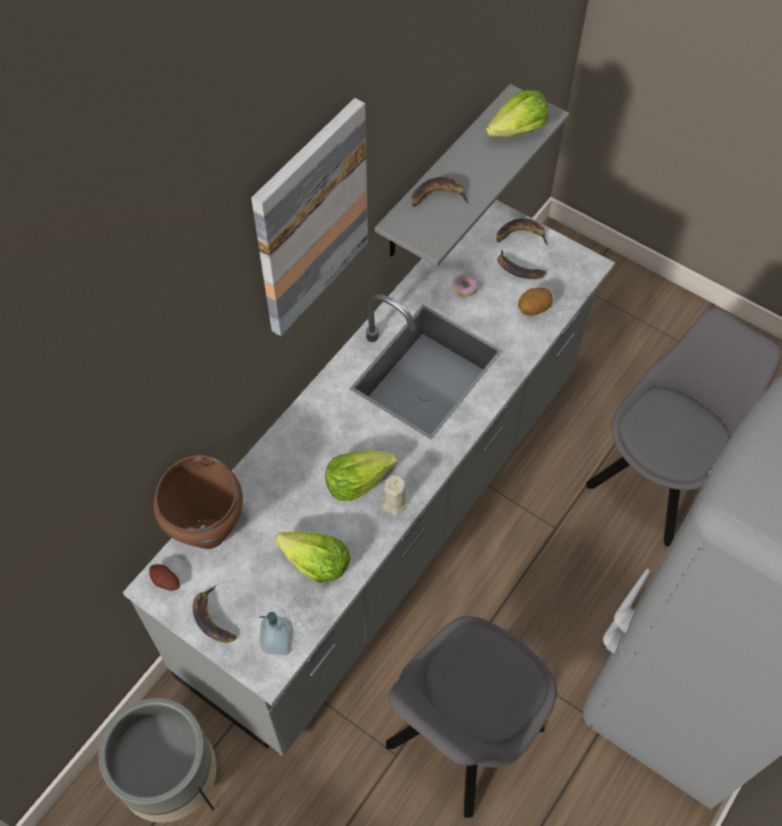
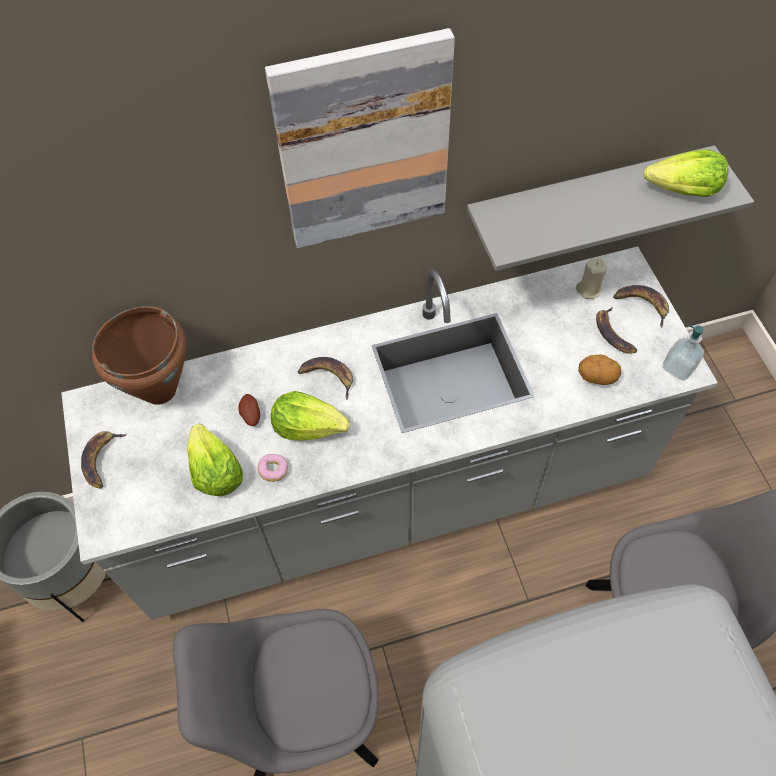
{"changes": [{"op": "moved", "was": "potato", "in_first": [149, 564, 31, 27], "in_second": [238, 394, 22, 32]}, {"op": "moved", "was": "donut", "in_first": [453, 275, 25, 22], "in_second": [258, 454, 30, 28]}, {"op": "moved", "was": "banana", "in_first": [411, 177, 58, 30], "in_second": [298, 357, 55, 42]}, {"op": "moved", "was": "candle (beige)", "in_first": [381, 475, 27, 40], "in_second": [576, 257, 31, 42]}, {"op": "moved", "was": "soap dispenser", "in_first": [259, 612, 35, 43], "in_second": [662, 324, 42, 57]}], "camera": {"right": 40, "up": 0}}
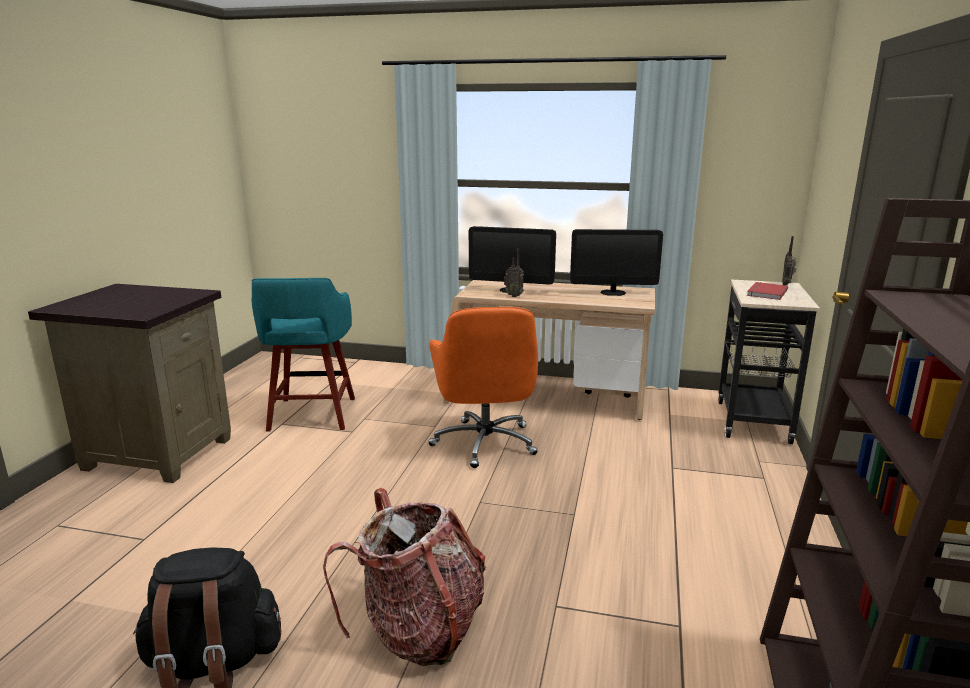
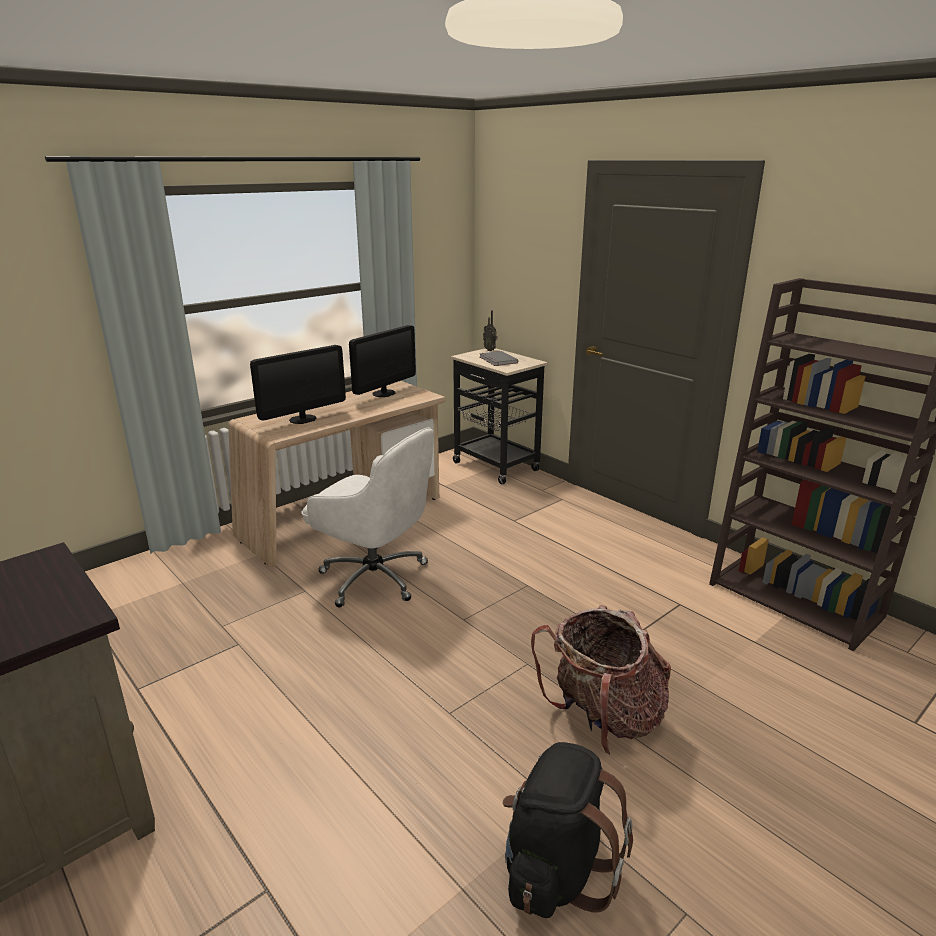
{"changes": [{"op": "recoloured", "was": "office chair (orange)", "now": "office chair (white)", "in_first": [428, 307, 110, 161], "in_second": [301, 427, 133, 180]}, {"op": "recoloured", "was": "book (red)", "now": "book (grey)", "in_first": [747, 282, 41, 18], "in_second": [479, 351, 39, 15]}, {"op": "removed", "was": "stool (turquoise)", "in_first": [252, 278, 103, 154]}, {"op": "removed", "was": "radio", "in_first": [504, 249, 20, 48]}], "camera": {"right": -55, "up": 5}}
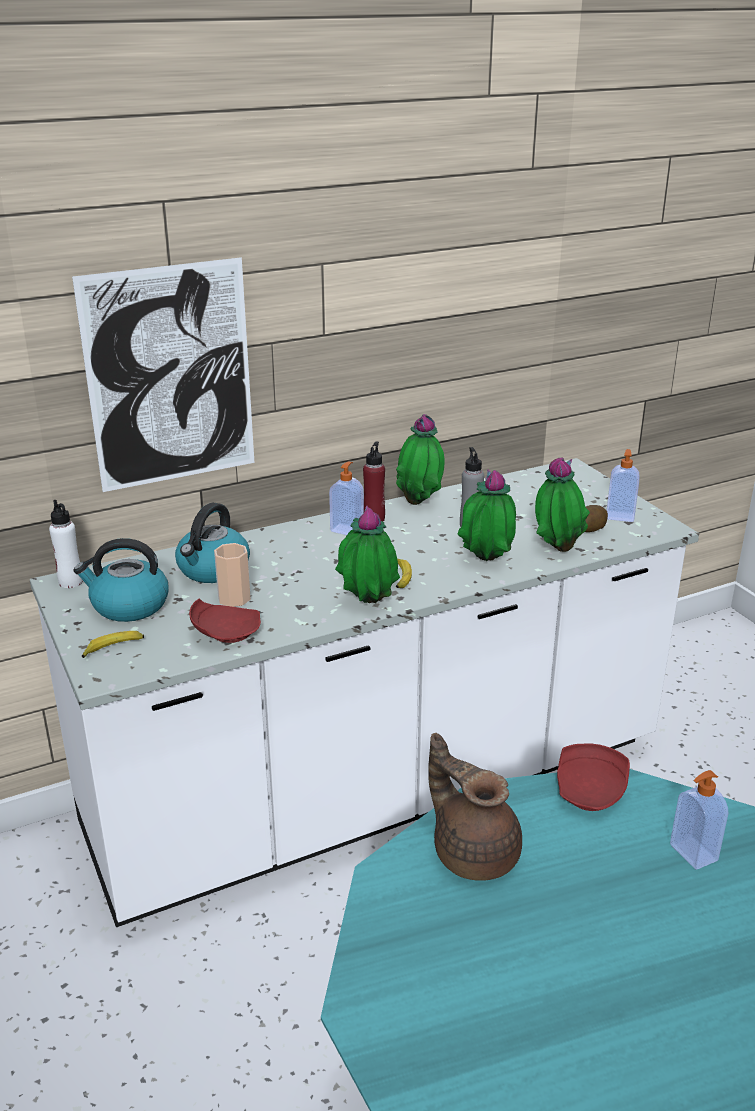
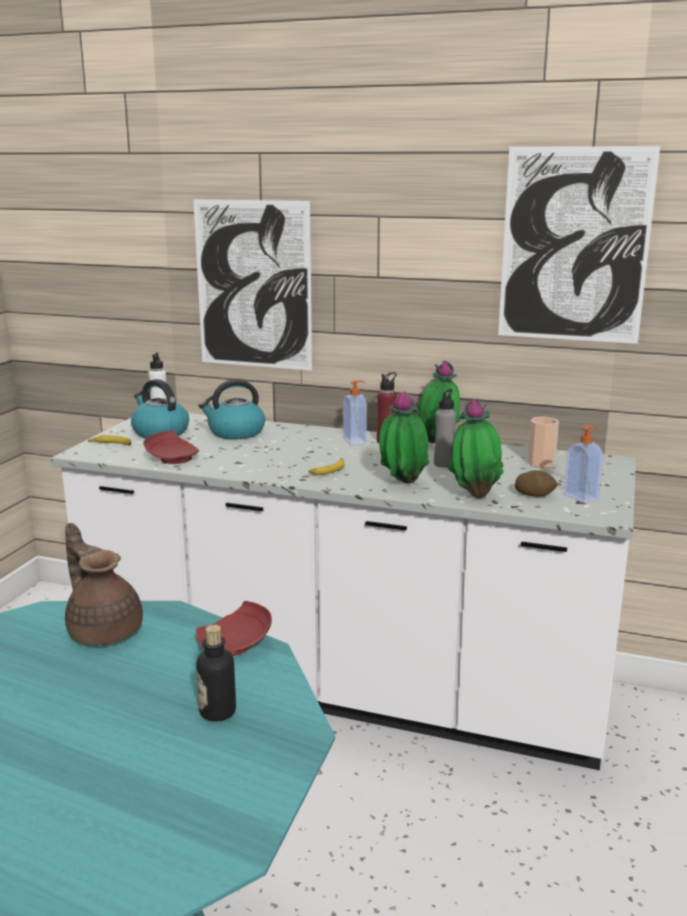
{"changes": [{"op": "turned", "was": "teapot (brown)", "in_first": [428, 733, 94, 148], "in_second": [65, 523, 78, 122], "clockwise": -45}, {"op": "replaced", "was": "soap dispenser", "now": "bottle", "in_first": [670, 770, 58, 100], "in_second": [196, 625, 40, 97]}, {"op": "added", "now": "picture", "in_second": [498, 146, 162, 198]}, {"op": "moved", "was": "cup", "in_first": [214, 543, 37, 64], "in_second": [527, 417, 32, 51]}, {"op": "removed", "was": "potted plant", "in_first": [335, 506, 65, 97]}], "camera": {"right": 45, "up": -10}}
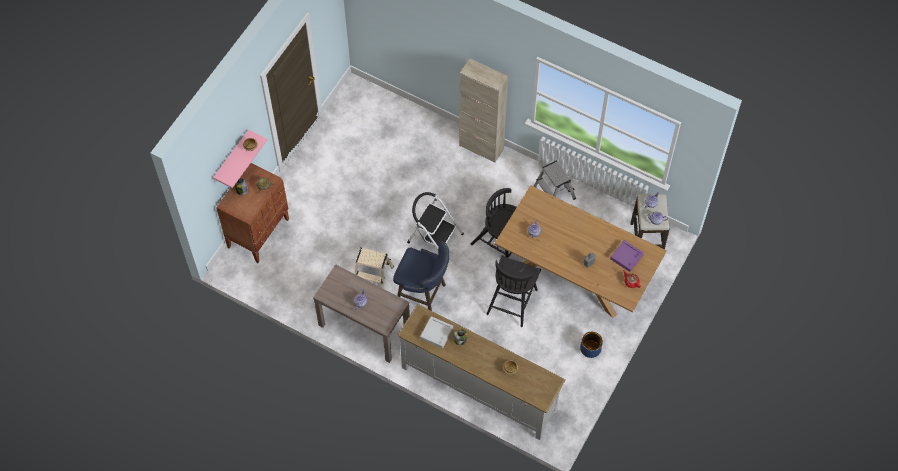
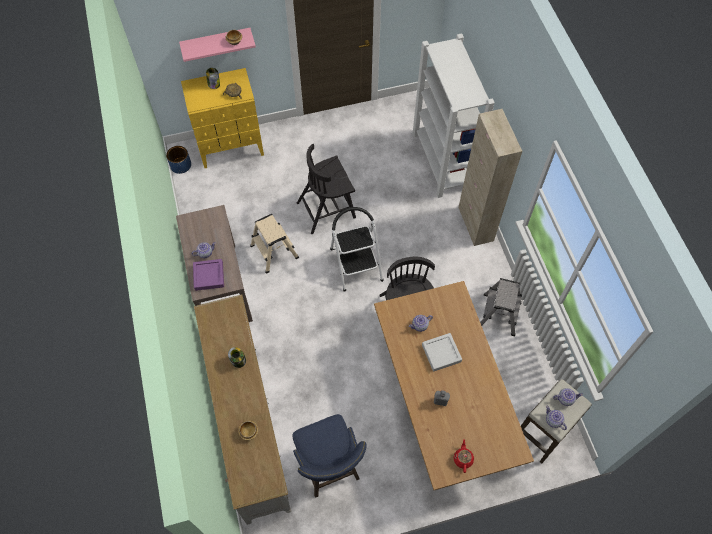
{"changes": [{"op": "moved", "was": "planter (blue)", "in_first": [580, 332, 23, 26], "in_second": [166, 146, 25, 28]}, {"op": "recoloured", "was": "dresser (brown)", "now": "dresser (yellow)", "in_first": [216, 163, 73, 100], "in_second": [181, 68, 83, 100]}, {"op": "moved", "was": "tray (purple)", "in_first": [610, 240, 34, 32], "in_second": [193, 259, 31, 32]}, {"op": "moved", "was": "stool (blue)", "in_first": [393, 241, 56, 70], "in_second": [292, 414, 75, 84]}, {"op": "moved", "was": "chair (black)", "in_first": [487, 255, 54, 72], "in_second": [296, 144, 60, 90]}, {"op": "added", "now": "bookcase (white)", "in_second": [413, 33, 82, 165]}, {"op": "moved", "was": "tray (grey)", "in_first": [420, 316, 33, 33], "in_second": [422, 333, 40, 39]}], "camera": {"right": 45, "up": 0}}
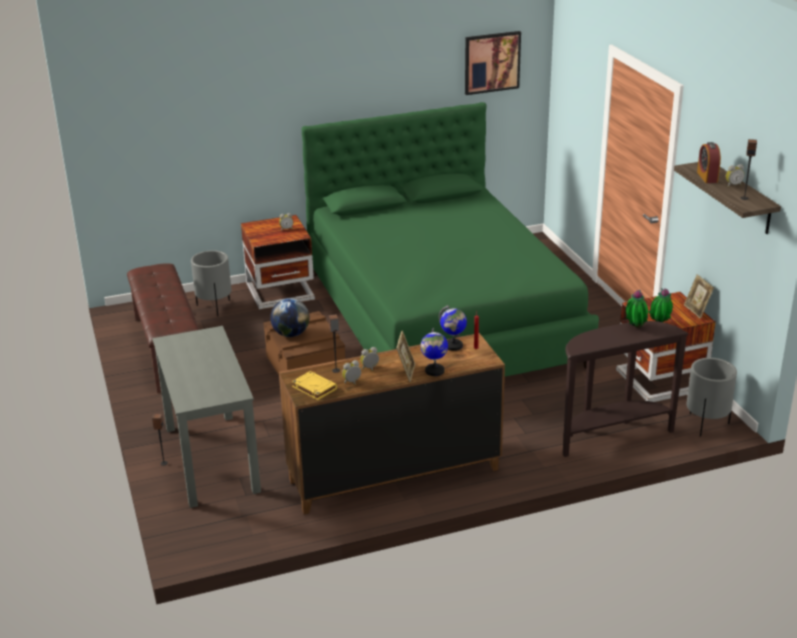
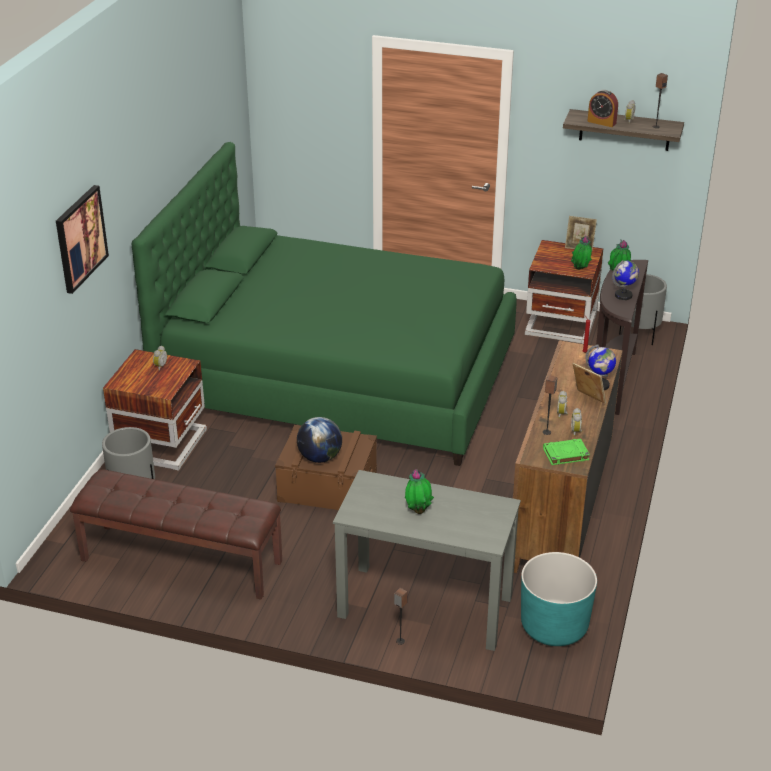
{"changes": [{"op": "moved", "was": "picture", "in_first": [465, 31, 56, 64], "in_second": [56, 185, 53, 109]}, {"op": "added", "now": "potted plant", "in_second": [405, 469, 29, 45]}, {"op": "added", "now": "planter (turquoise)", "in_second": [521, 552, 76, 94]}, {"op": "recoloured", "was": "book (yellow)", "now": "book (green)", "in_first": [292, 371, 45, 29], "in_second": [543, 439, 47, 26]}, {"op": "moved", "was": "globe", "in_first": [439, 305, 28, 46], "in_second": [612, 260, 27, 40]}], "camera": {"right": -55, "up": 5}}
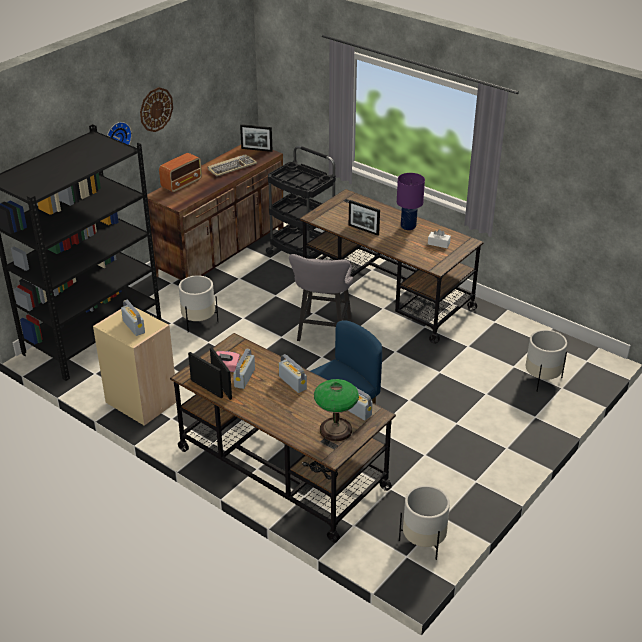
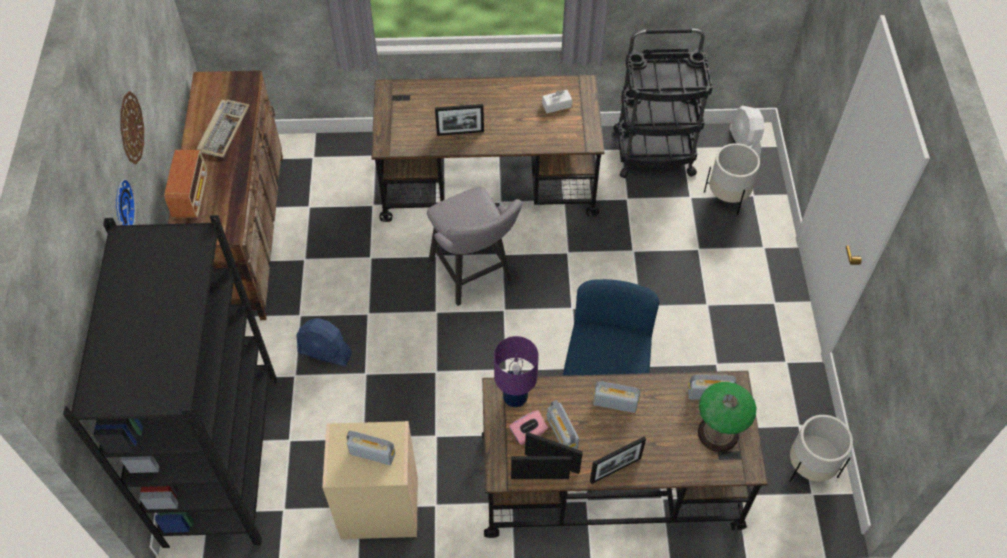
{"changes": [{"op": "replaced", "was": "planter (white)", "now": "fan (blue)", "in_first": [179, 275, 39, 58], "in_second": [296, 318, 56, 48]}, {"op": "moved", "was": "table lamp (purple)", "in_first": [397, 173, 28, 57], "in_second": [494, 336, 45, 71]}, {"op": "moved", "was": "picture frame", "in_first": [240, 124, 32, 28], "in_second": [590, 437, 56, 47]}, {"op": "moved", "was": "cart (black)", "in_first": [266, 146, 70, 113], "in_second": [614, 28, 99, 150]}, {"op": "added", "now": "fan (white)", "in_second": [729, 106, 35, 52]}], "camera": {"right": -40, "up": 20}}
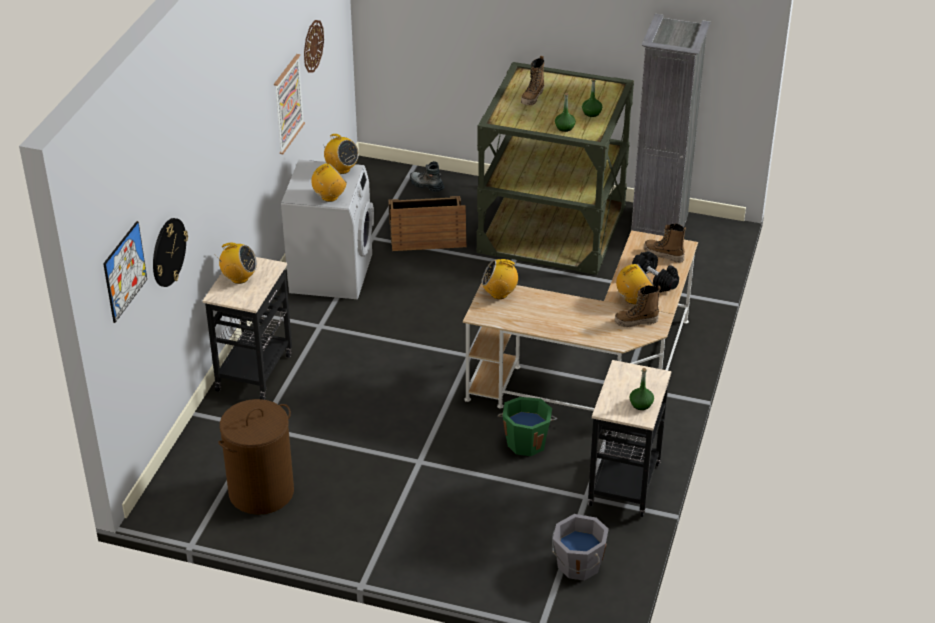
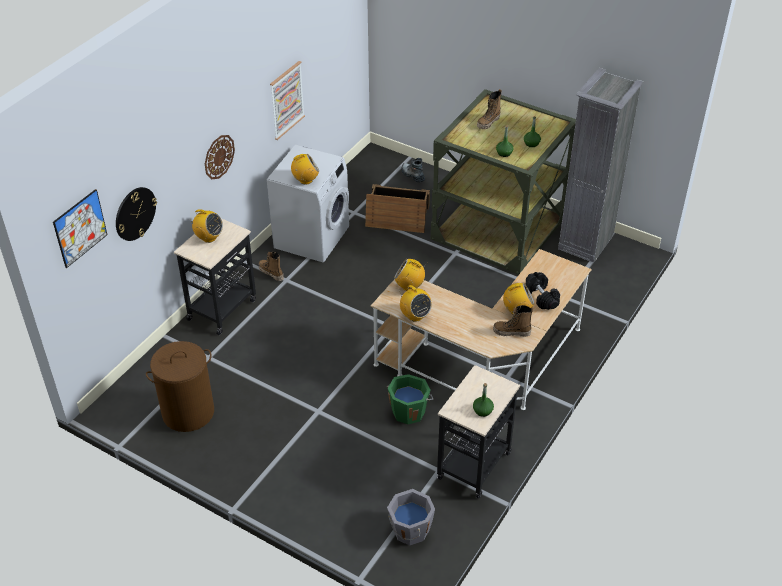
{"changes": [{"op": "moved", "was": "wall clock", "in_first": [304, 20, 20, 53], "in_second": [205, 135, 30, 44]}, {"op": "moved", "was": "boot", "in_first": [644, 224, 42, 39], "in_second": [259, 252, 25, 29]}, {"op": "moved", "was": "radio", "in_first": [324, 134, 35, 40], "in_second": [399, 285, 33, 37]}], "camera": {"right": 15, "up": 5}}
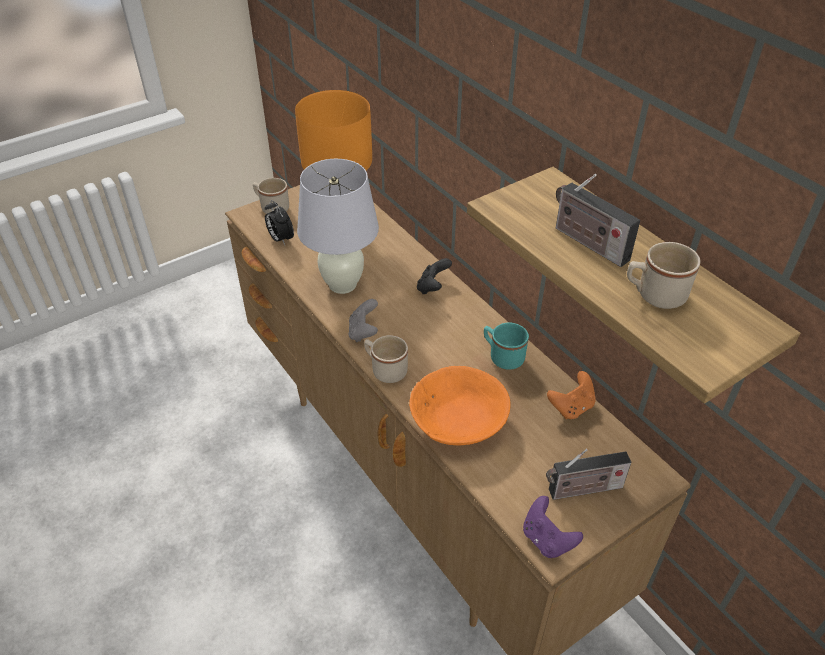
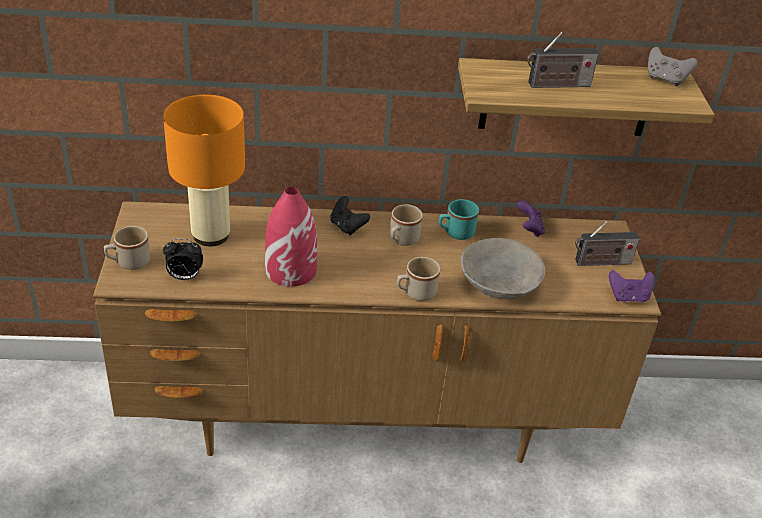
{"changes": [{"op": "replaced", "was": "table lamp (white)", "now": "vase (red)", "in_first": [297, 159, 82, 135], "in_second": [265, 187, 52, 100]}, {"op": "moved", "was": "mug (beige)", "in_first": [627, 242, 74, 67], "in_second": [390, 204, 33, 42]}, {"op": "recoloured", "was": "bowl (orange)", "now": "bowl (grey)", "in_first": [409, 366, 102, 79], "in_second": [461, 238, 84, 61]}, {"op": "recoloured", "was": "game controller (orange)", "now": "game controller (purple)", "in_first": [547, 371, 49, 48], "in_second": [517, 200, 28, 37]}, {"op": "turned", "was": "radio", "in_first": [546, 448, 85, 52], "in_second": [575, 221, 65, 45], "clockwise": 60}, {"op": "moved", "was": "game controller (grey)", "in_first": [348, 299, 30, 43], "in_second": [648, 47, 49, 39]}], "camera": {"right": -60, "up": -5}}
